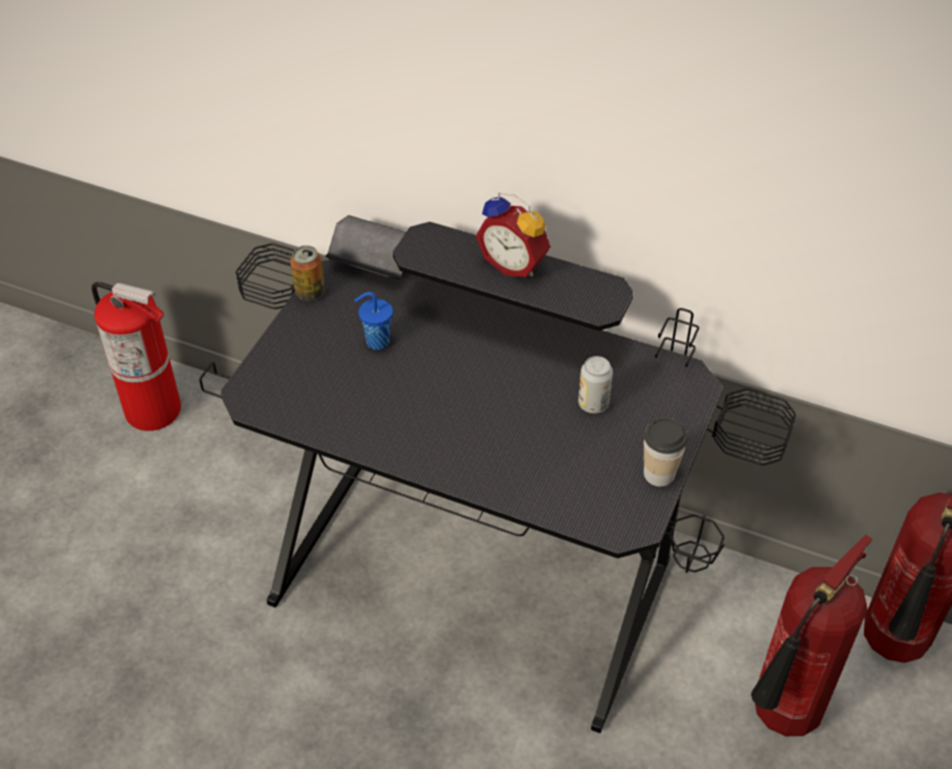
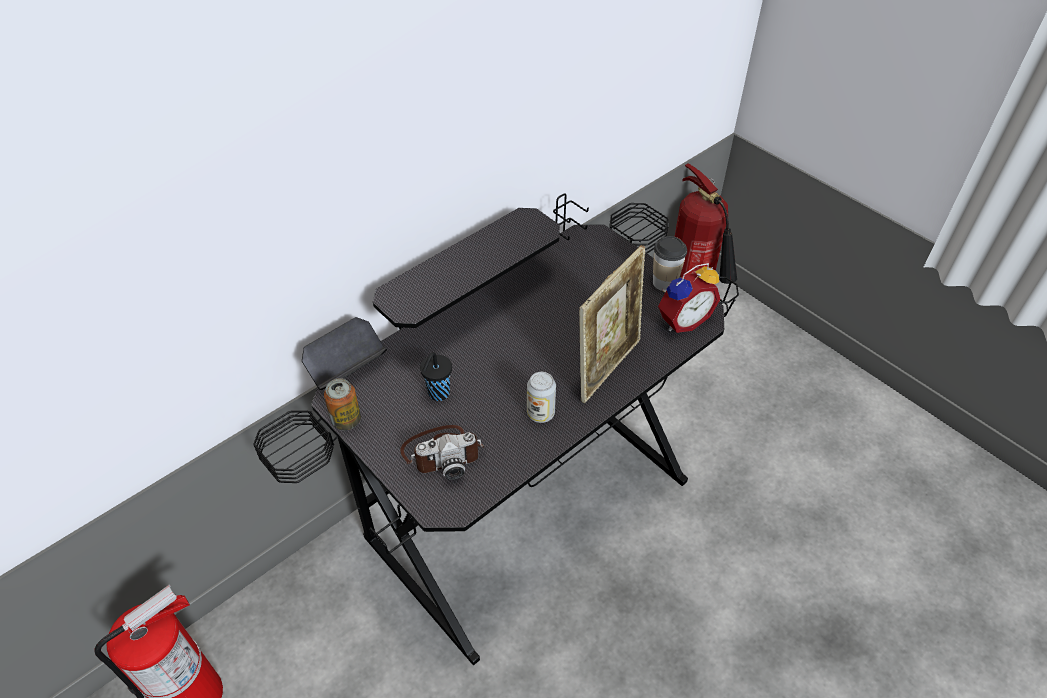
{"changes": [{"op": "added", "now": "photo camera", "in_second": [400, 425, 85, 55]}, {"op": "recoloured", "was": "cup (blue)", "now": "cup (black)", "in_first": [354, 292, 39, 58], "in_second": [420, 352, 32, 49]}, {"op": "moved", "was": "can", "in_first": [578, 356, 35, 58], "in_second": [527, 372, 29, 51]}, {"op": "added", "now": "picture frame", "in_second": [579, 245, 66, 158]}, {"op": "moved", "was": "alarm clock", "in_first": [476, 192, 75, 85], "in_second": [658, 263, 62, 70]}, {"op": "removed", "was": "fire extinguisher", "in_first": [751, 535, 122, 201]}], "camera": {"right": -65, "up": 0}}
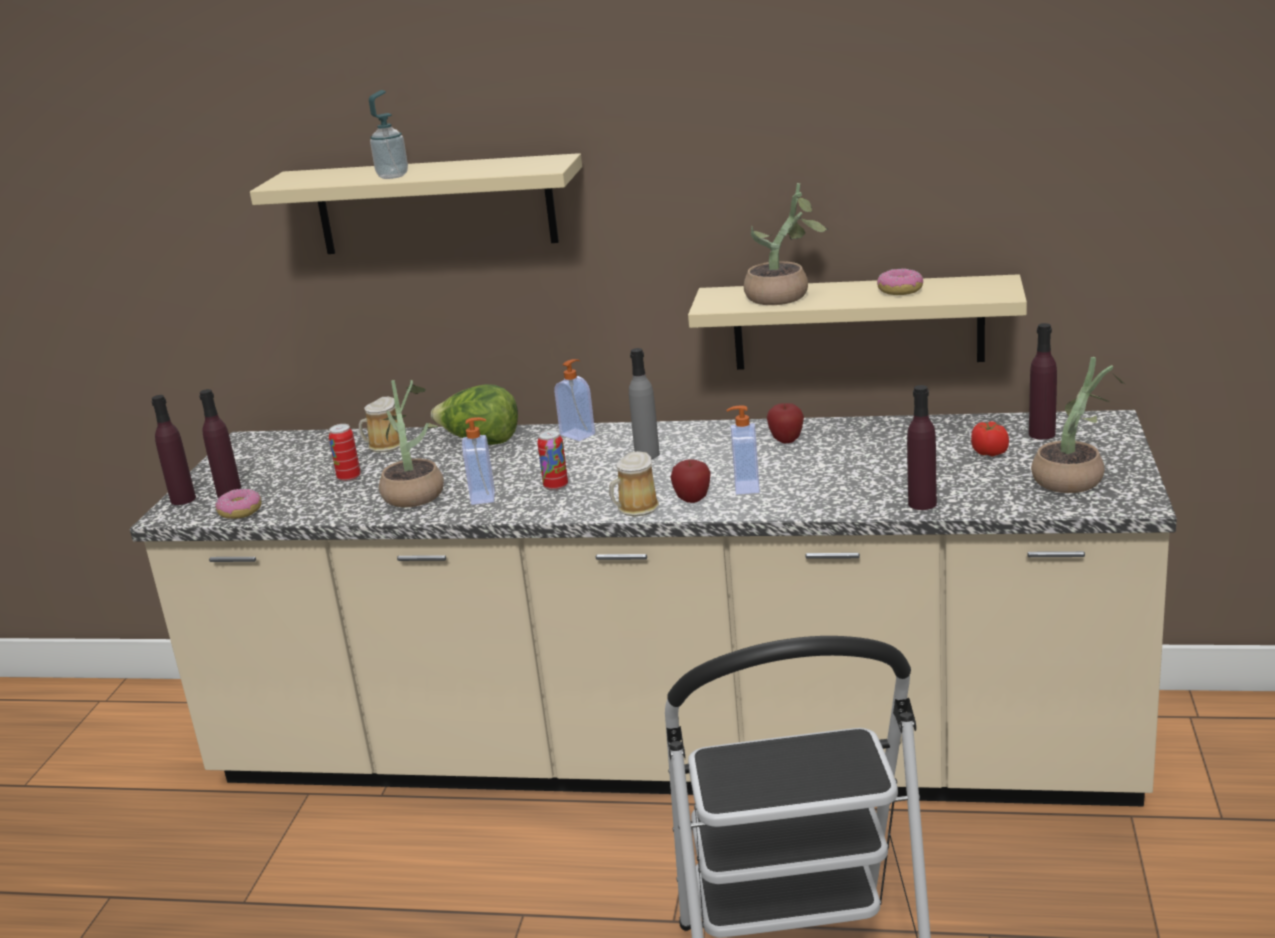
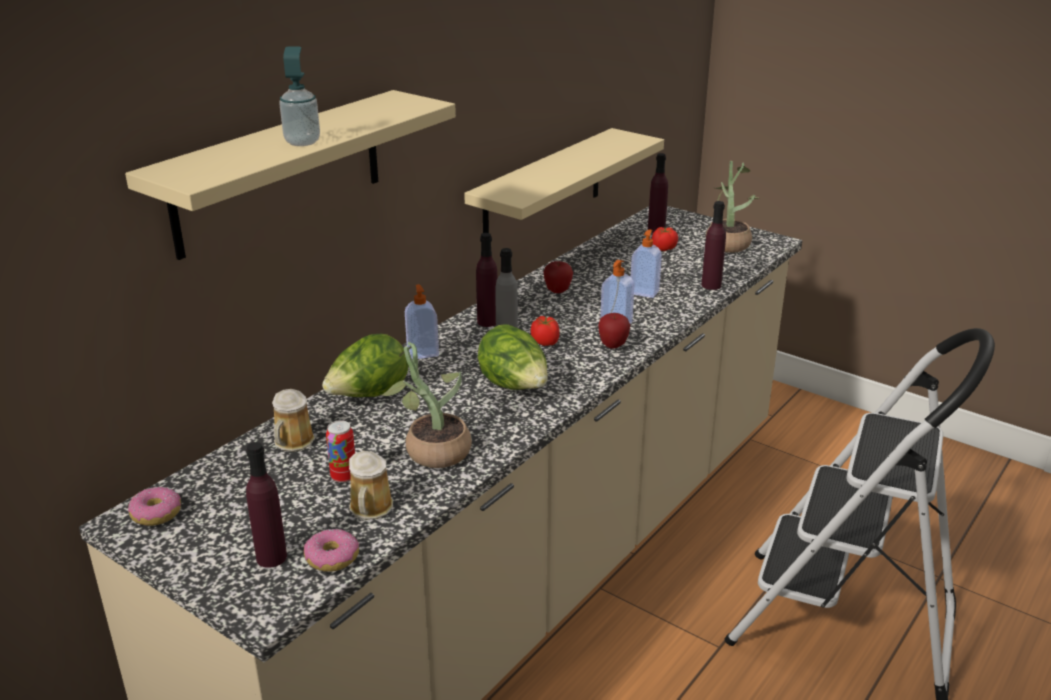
{"changes": [{"op": "moved", "was": "donut", "in_first": [877, 268, 46, 27], "in_second": [128, 486, 53, 40]}, {"op": "moved", "was": "mug", "in_first": [609, 451, 50, 66], "in_second": [349, 451, 44, 69]}, {"op": "moved", "was": "bottle (purple)", "in_first": [151, 395, 45, 110], "in_second": [476, 233, 22, 94]}, {"op": "replaced", "was": "can", "now": "lettuce", "in_first": [537, 430, 31, 61], "in_second": [478, 324, 70, 66]}, {"op": "added", "now": "tomato", "in_second": [530, 316, 30, 30]}, {"op": "moved", "was": "soap dispenser", "in_first": [462, 417, 33, 88], "in_second": [631, 229, 31, 69]}, {"op": "removed", "was": "potted plant", "in_first": [744, 183, 84, 122]}], "camera": {"right": -65, "up": 5}}
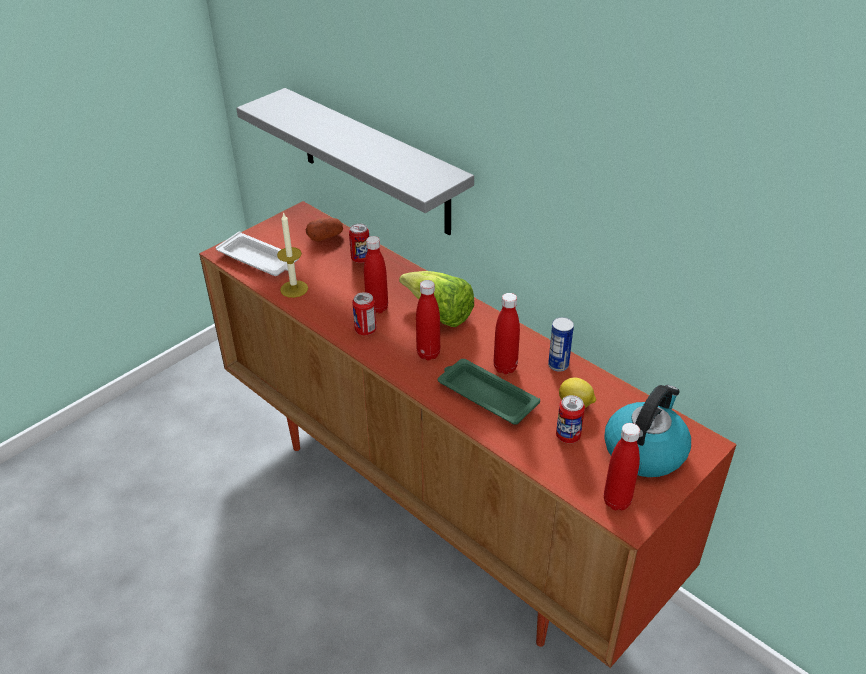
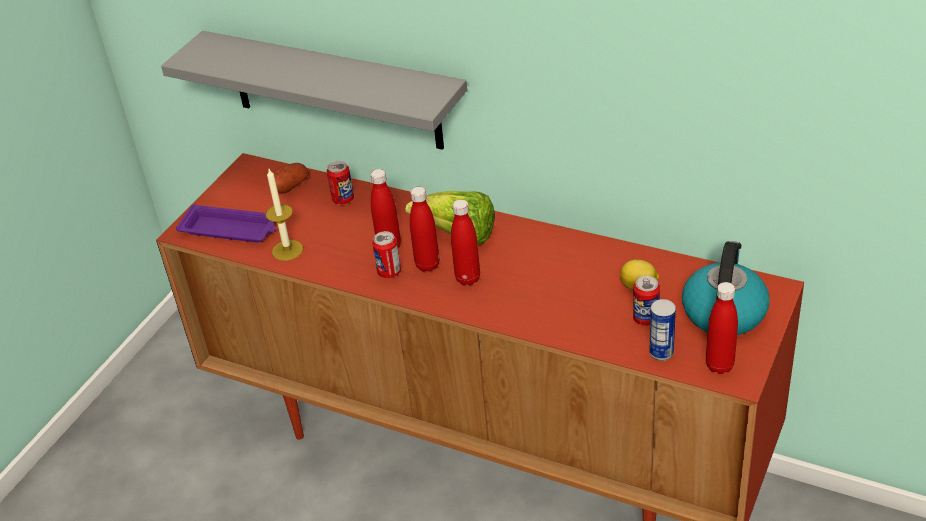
{"changes": [{"op": "recoloured", "was": "tray (white)", "now": "tray (purple)", "in_first": [216, 232, 82, 44], "in_second": [176, 204, 100, 38]}, {"op": "moved", "was": "bottle (red)", "in_first": [494, 293, 26, 81], "in_second": [410, 187, 30, 85]}, {"op": "moved", "was": "can", "in_first": [548, 317, 26, 55], "in_second": [649, 299, 27, 62]}, {"op": "removed", "was": "tray (green)", "in_first": [438, 359, 102, 66]}], "camera": {"right": -15, "up": 0}}
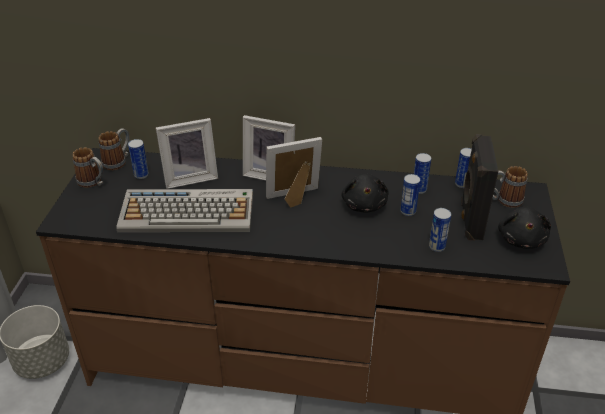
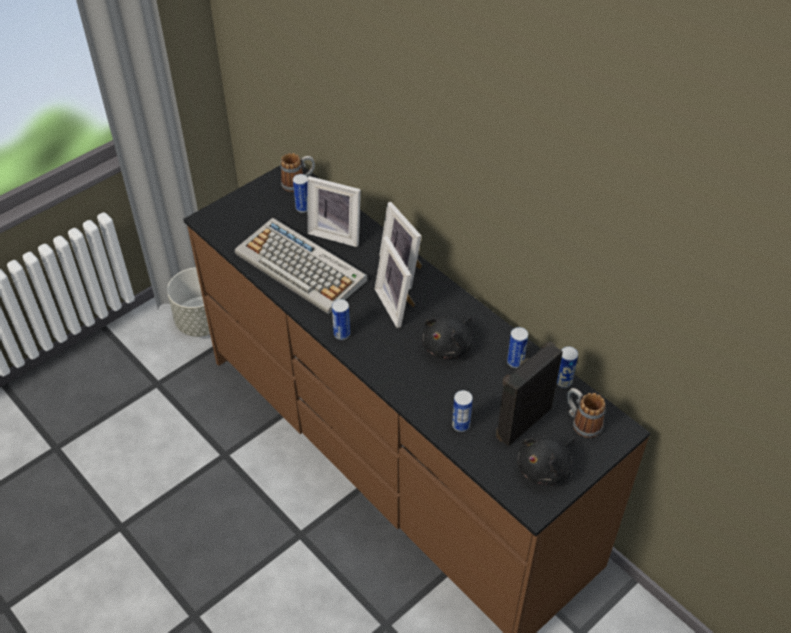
{"changes": [{"op": "moved", "was": "can", "in_first": [400, 174, 20, 42], "in_second": [332, 299, 18, 41]}, {"op": "turned", "was": "picture frame", "in_first": [266, 137, 56, 71], "in_second": [375, 236, 40, 92], "clockwise": -135}, {"op": "removed", "was": "mug", "in_first": [72, 147, 31, 41]}], "camera": {"right": 40, "up": 10}}
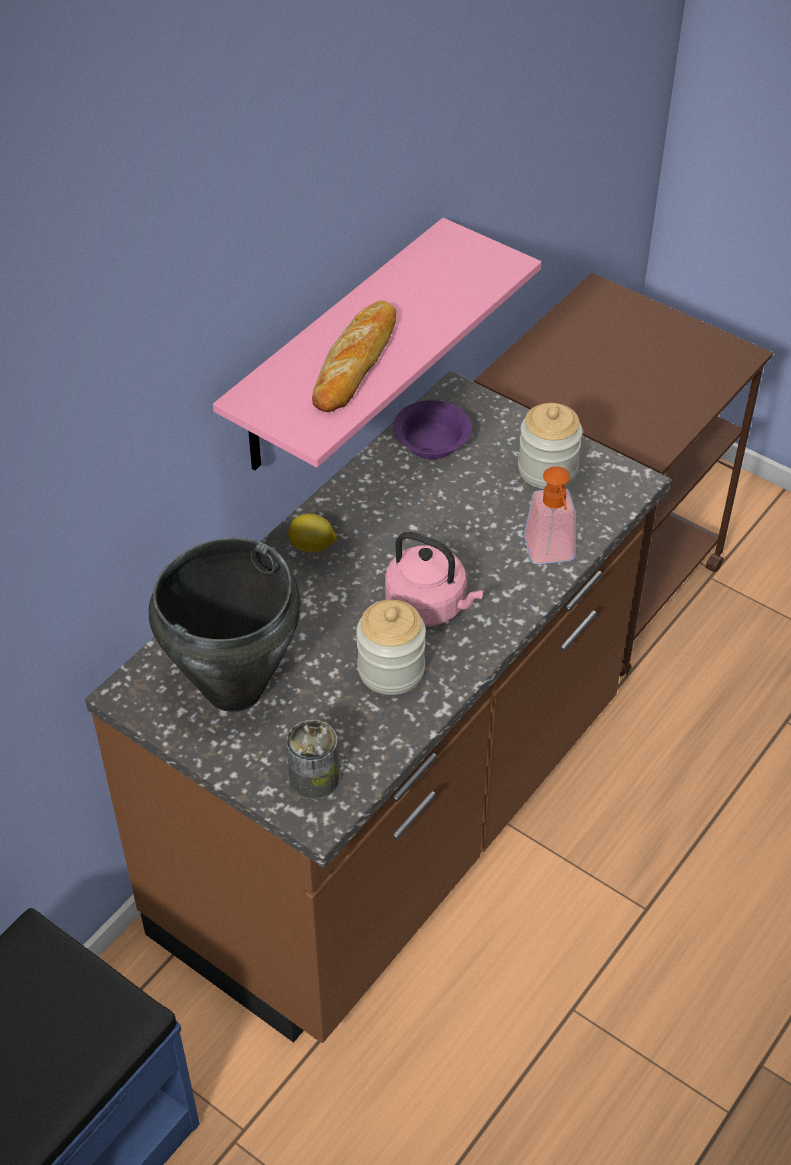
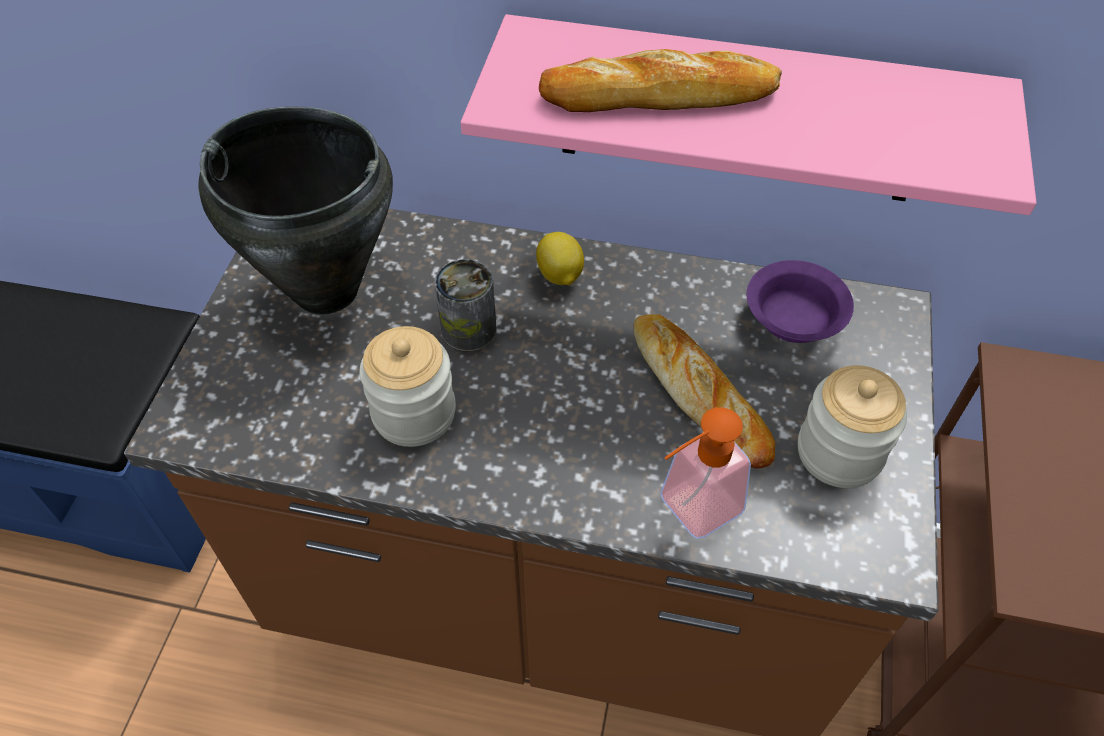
{"changes": [{"op": "moved", "was": "can", "in_first": [286, 720, 53, 80], "in_second": [435, 259, 61, 93]}, {"op": "added", "now": "bread", "in_second": [634, 314, 141, 154]}, {"op": "removed", "was": "kettle (pink)", "in_first": [385, 532, 98, 94]}], "camera": {"right": 65, "up": 5}}
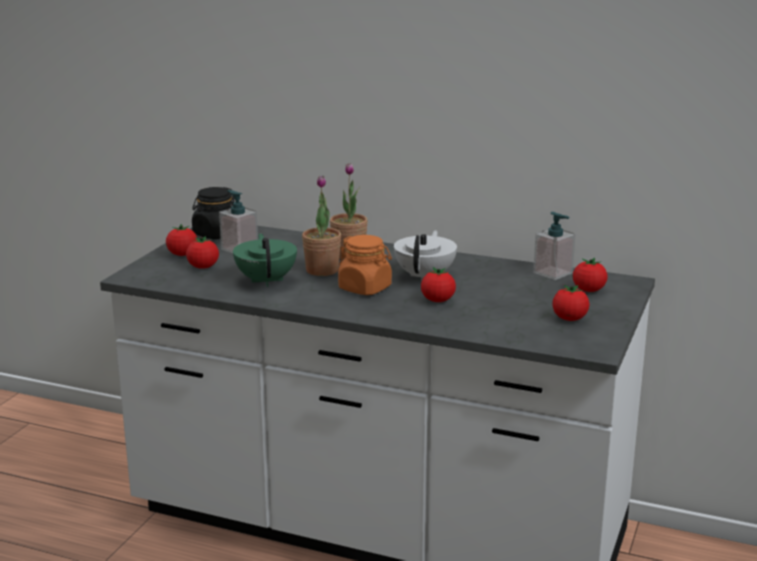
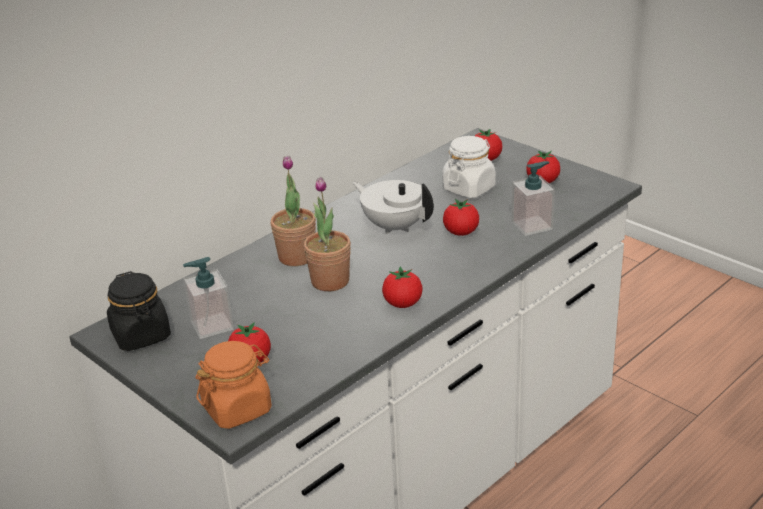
{"changes": [{"op": "moved", "was": "jar (orange)", "in_first": [338, 235, 54, 60], "in_second": [195, 341, 77, 88]}, {"op": "moved", "was": "tomato", "in_first": [166, 224, 31, 32], "in_second": [382, 267, 41, 41]}, {"op": "added", "now": "jar (white)", "in_second": [442, 136, 54, 62]}, {"op": "moved", "was": "soap dispenser", "in_first": [533, 212, 43, 68], "in_second": [512, 161, 43, 75]}, {"op": "removed", "was": "teapot (green)", "in_first": [233, 234, 64, 53]}], "camera": {"right": -65, "up": 10}}
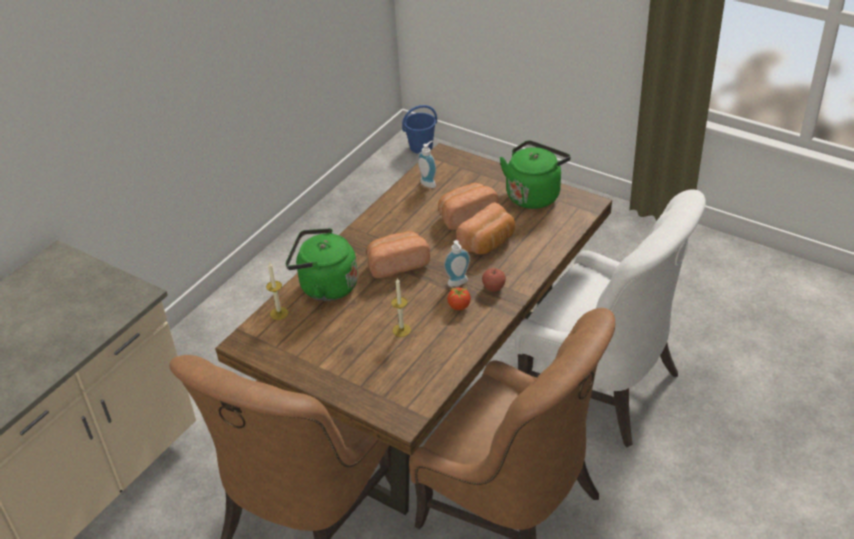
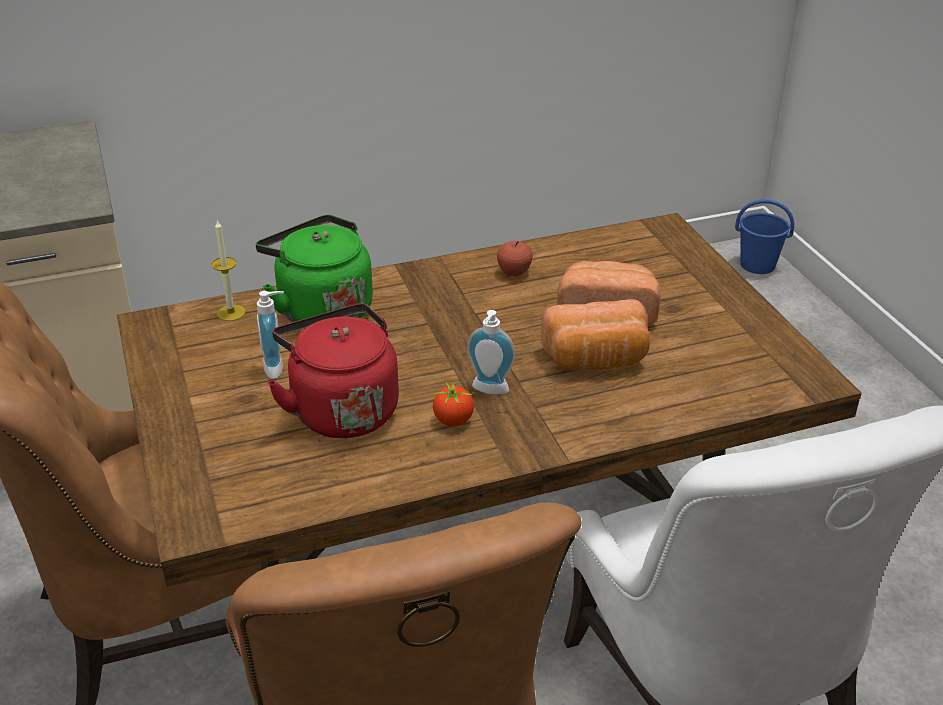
{"changes": [{"op": "moved", "was": "soap dispenser", "in_first": [417, 141, 19, 47], "in_second": [257, 291, 27, 88]}, {"op": "replaced", "was": "candle", "now": "kettle (red)", "in_first": [391, 278, 20, 59], "in_second": [267, 304, 132, 134]}, {"op": "moved", "was": "apple", "in_first": [482, 268, 24, 24], "in_second": [497, 241, 36, 36]}, {"op": "removed", "was": "bread", "in_first": [367, 231, 63, 47]}, {"op": "removed", "was": "kettle (green)", "in_first": [500, 140, 71, 69]}], "camera": {"right": 35, "up": -5}}
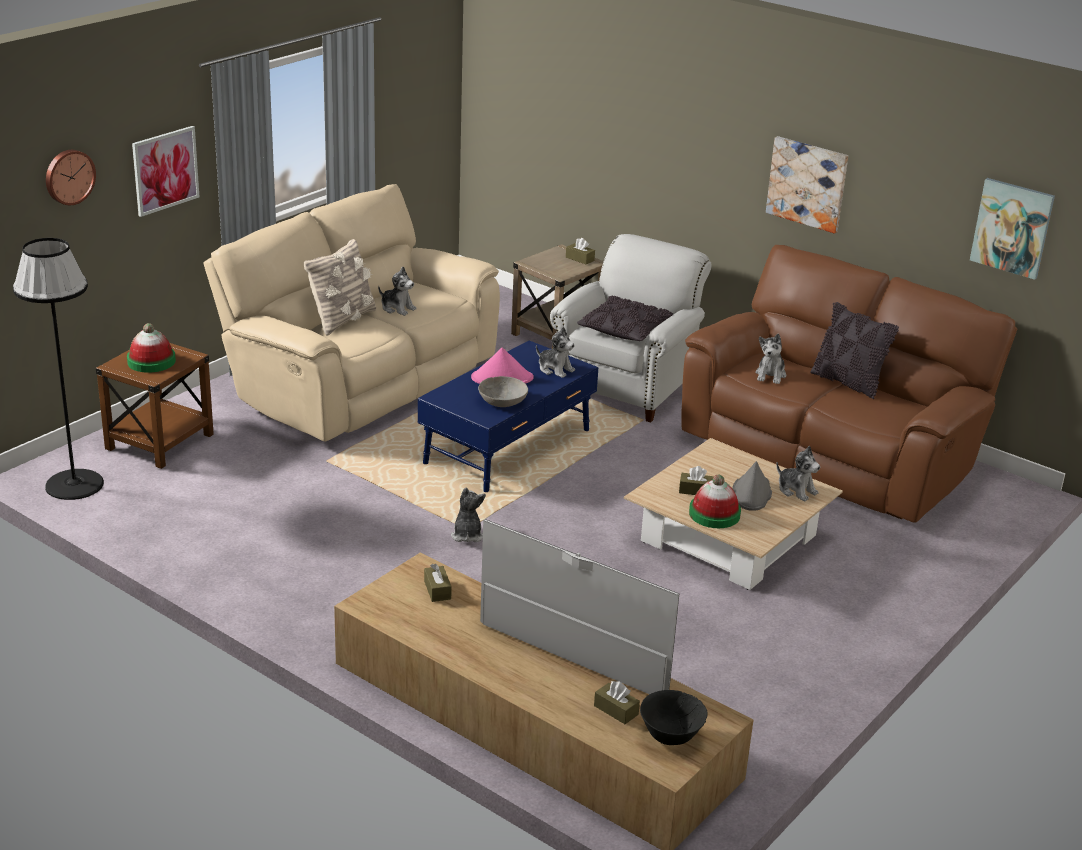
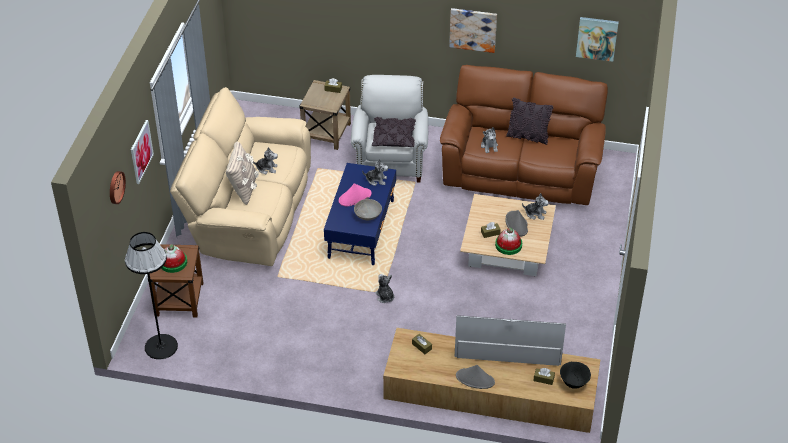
{"changes": [{"op": "added", "now": "hat (grey)", "in_second": [456, 365, 39, 24]}], "camera": {"right": -25, "up": 15}}
